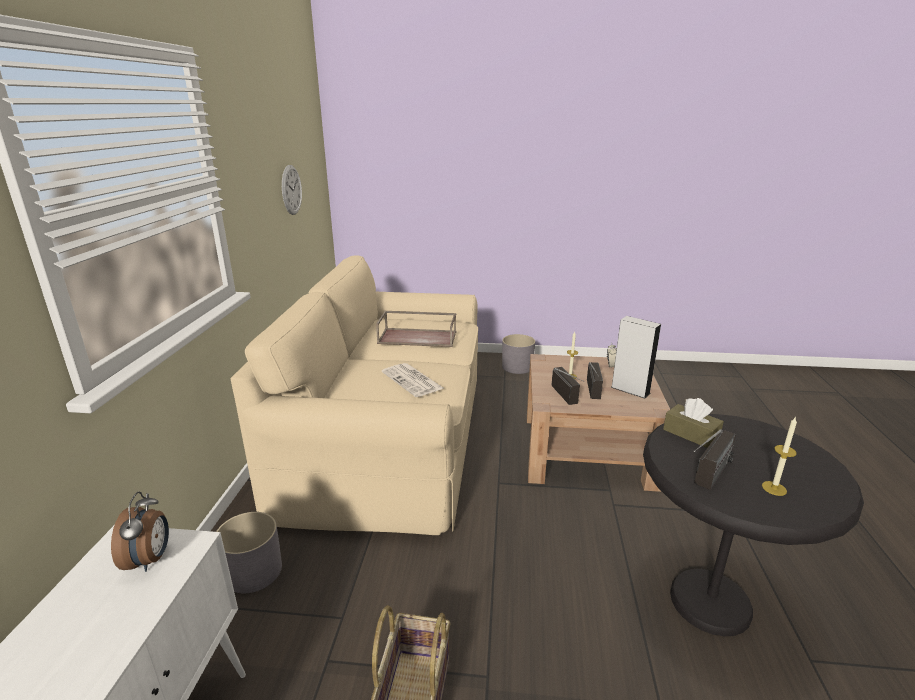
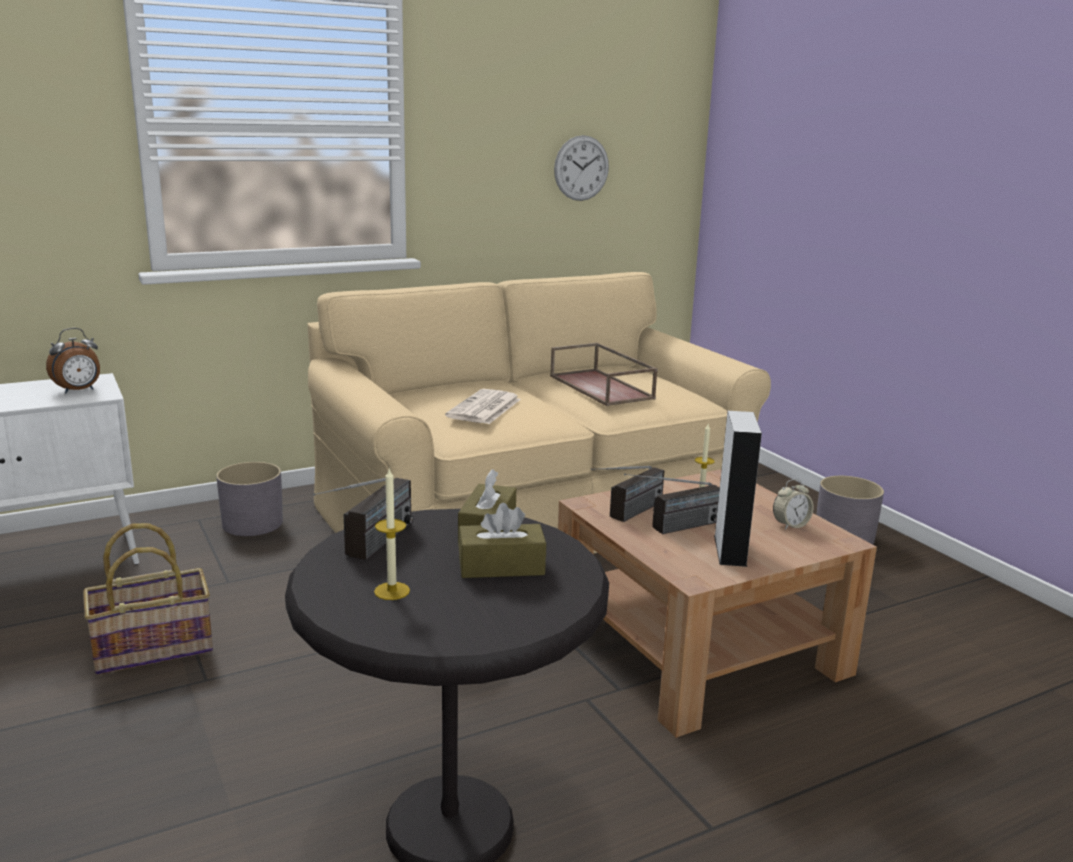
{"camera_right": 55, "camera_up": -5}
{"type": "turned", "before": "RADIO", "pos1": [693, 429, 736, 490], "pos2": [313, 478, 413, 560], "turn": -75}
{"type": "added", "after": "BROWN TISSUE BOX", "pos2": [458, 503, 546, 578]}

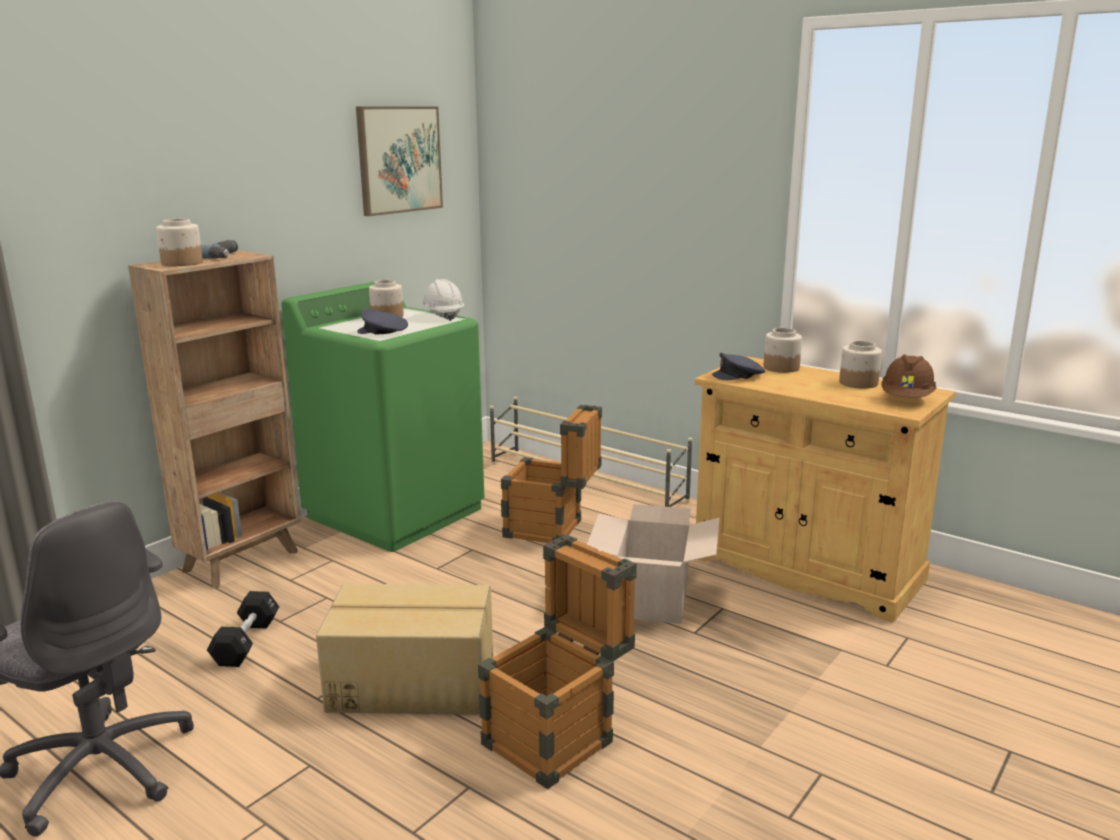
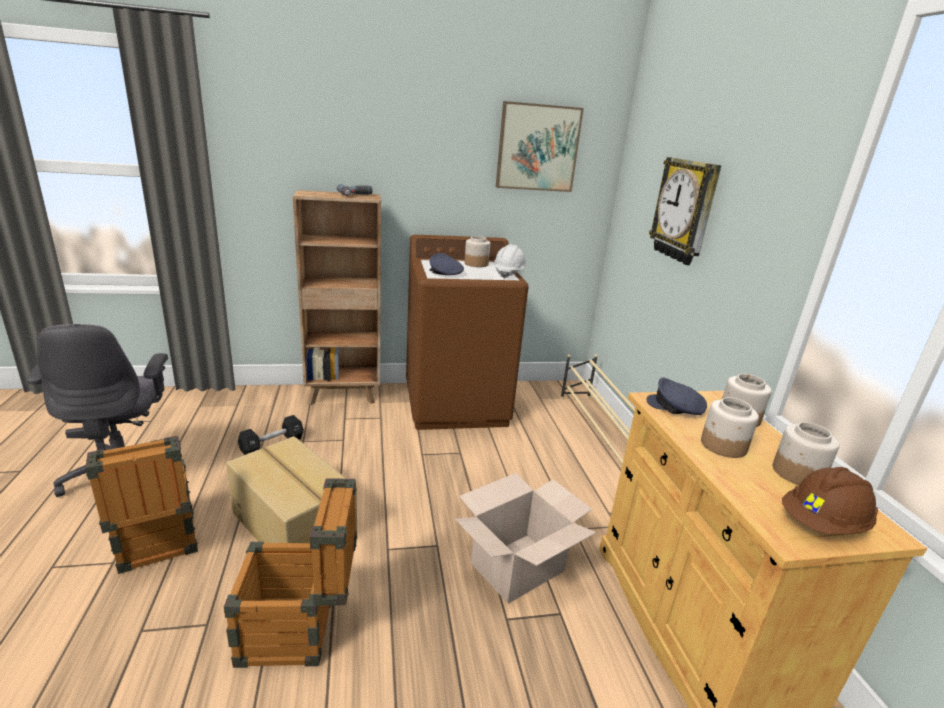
{"camera_right": 40, "camera_up": 5}
{"type": "moved", "before": "JAR", "pos1": [156, 219, 203, 266], "pos2": [701, 397, 759, 458]}
{"type": "recoloured", "before": "GREEN WASHING MACHINE", "after": "BROWN WASHING MACHINE", "pos1": [282, 281, 485, 552], "pos2": [406, 235, 529, 430]}
{"type": "moved", "before": "CRATE", "pos1": [501, 405, 602, 543], "pos2": [85, 436, 198, 574]}
{"type": "added", "after": "WALL CLOCK", "pos2": [649, 157, 721, 265]}

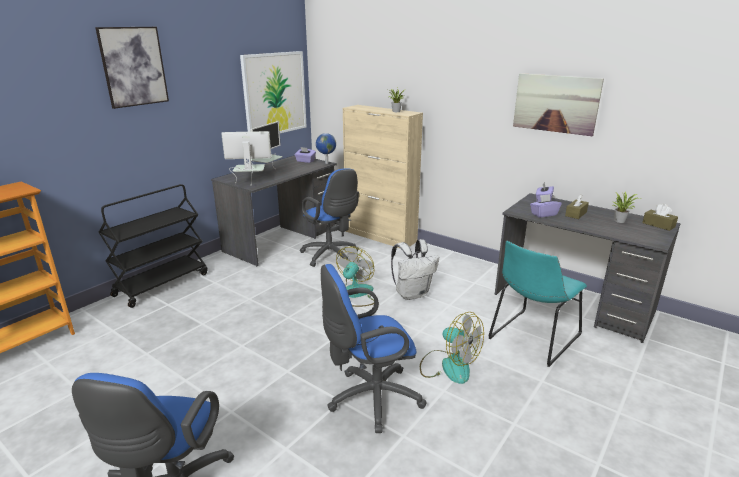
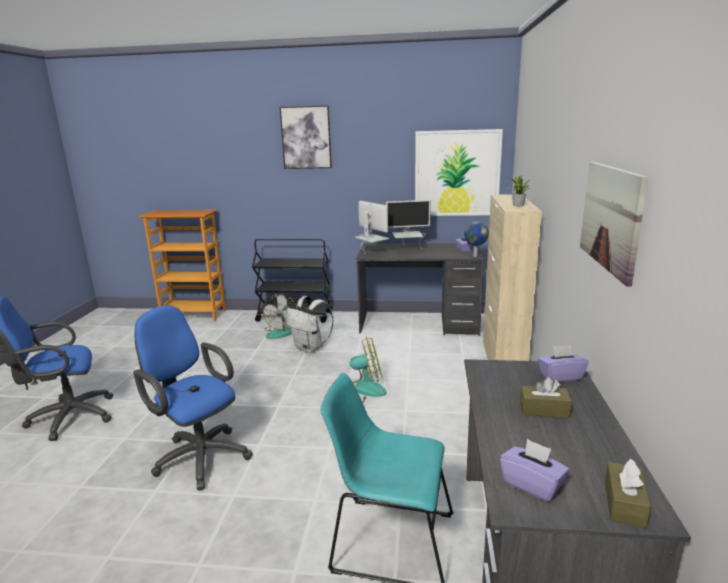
{"camera_right": 60, "camera_up": -5}
{"type": "removed", "before": "BLUE OFFICE CHAIR", "pos1": [300, 168, 359, 267]}
{"type": "moved", "before": "WHITE BACKPACK", "pos1": [391, 239, 439, 300], "pos2": [286, 296, 334, 353]}
{"type": "moved", "before": "FAN", "pos1": [420, 312, 484, 384], "pos2": [263, 294, 298, 339]}
{"type": "moved", "before": "PURPLE TISSUE BOX", "pos1": [530, 194, 561, 218], "pos2": [500, 439, 569, 502]}
{"type": "removed", "before": "POTTED PLANT", "pos1": [613, 192, 640, 223]}

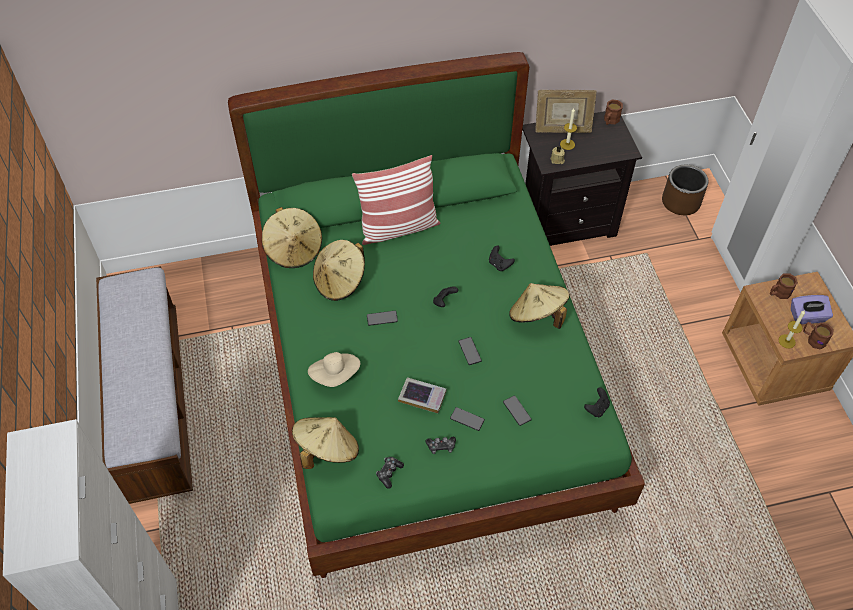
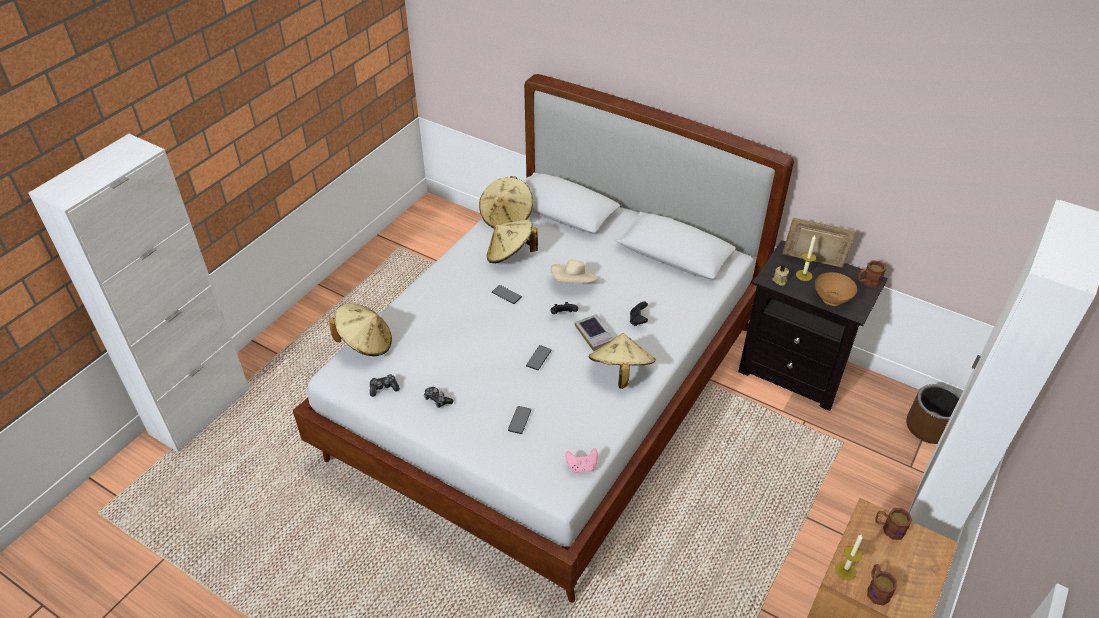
{"camera_right": 45, "camera_up": -10}
{"type": "removed", "before": "BENCH", "pos1": [96, 266, 193, 504]}
{"type": "recoloured", "before": "GREEN BED", "after": "WHITE BED", "pos1": [228, 52, 645, 578], "pos2": [293, 74, 794, 603]}
{"type": "moved", "before": "BEIGE HAT", "pos1": [308, 352, 360, 387], "pos2": [550, 260, 597, 283]}
{"type": "removed", "before": "PILLOW", "pos1": [352, 155, 440, 245]}
{"type": "moved", "before": "BOOK", "pos1": [398, 377, 447, 413], "pos2": [575, 314, 615, 351]}
{"type": "removed", "before": "PHONE", "pos1": [450, 407, 485, 431]}
{"type": "turned", "before": "PICTURE FRAME", "pos1": [535, 90, 597, 133], "pos2": [783, 218, 857, 268], "turn": 150}
{"type": "recoloured", "before": "BLACK GAME CONTROLLER", "after": "PINK GAME CONTROLLER", "pos1": [584, 387, 610, 417], "pos2": [565, 448, 598, 473]}
{"type": "removed", "before": "PURPLE TISSUE BOX", "pos1": [791, 295, 833, 324]}
{"type": "added", "after": "BROWN BOWL", "pos2": [815, 272, 857, 306]}

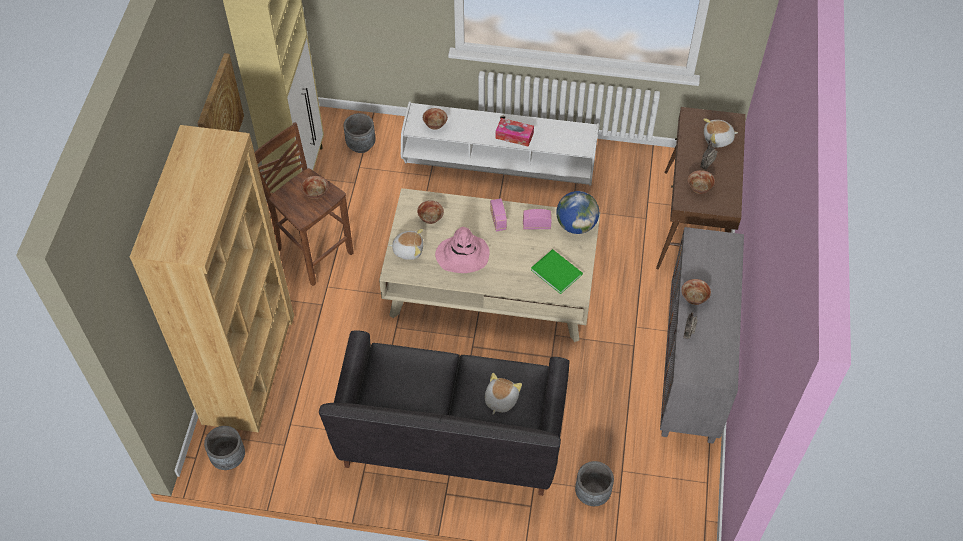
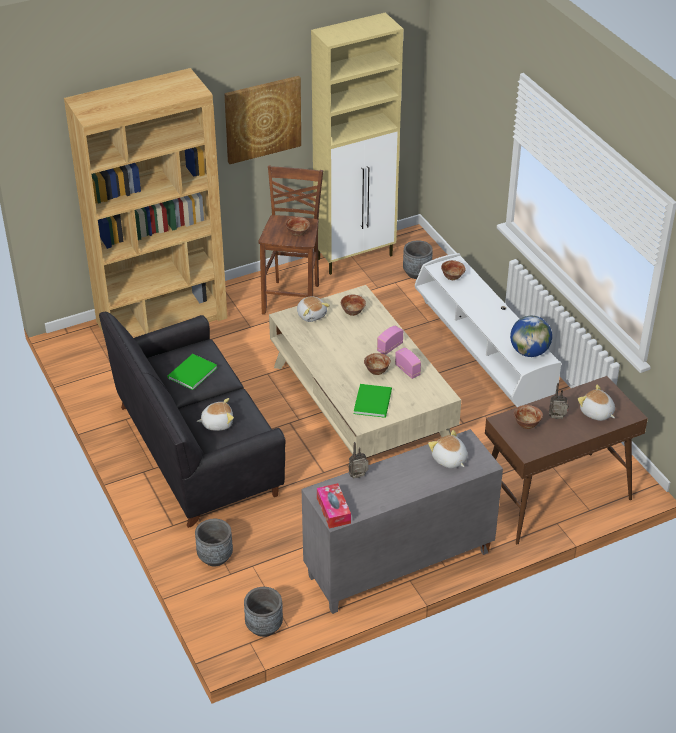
{"camera_right": 55, "camera_up": -15}
{"type": "moved", "before": "GREY PLANTER", "pos1": [204, 426, 245, 470], "pos2": [244, 587, 283, 637]}
{"type": "removed", "before": "PINK HAT", "pos1": [435, 227, 490, 273]}
{"type": "moved", "before": "TISSUE BOX", "pos1": [496, 118, 534, 147], "pos2": [317, 483, 351, 528]}
{"type": "moved", "before": "GLOBE", "pos1": [556, 191, 599, 234], "pos2": [510, 316, 552, 357]}
{"type": "moved", "before": "BOWL", "pos1": [681, 279, 711, 305], "pos2": [364, 353, 391, 375]}
{"type": "added", "after": "GREEN BOOK", "pos2": [167, 354, 217, 390]}
{"type": "added", "after": "PLUSH TOY", "pos2": [428, 430, 468, 468]}

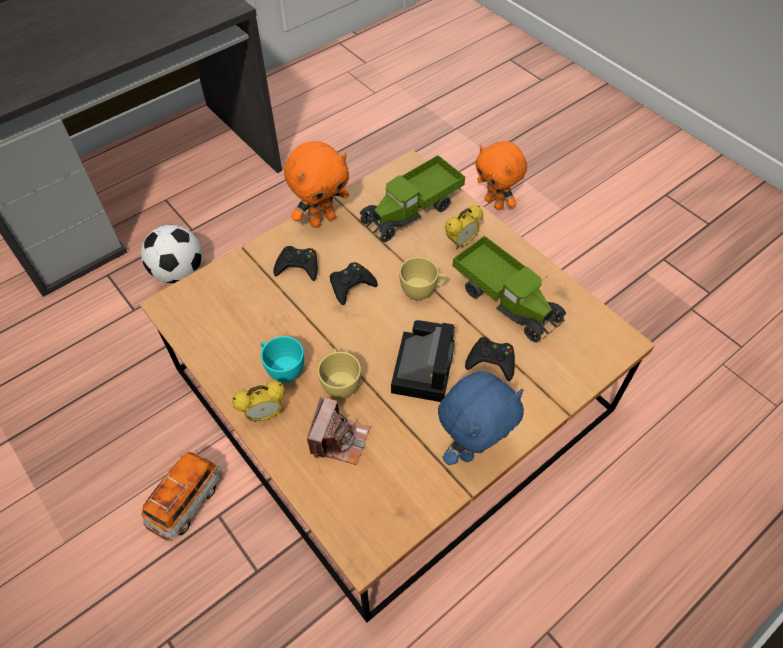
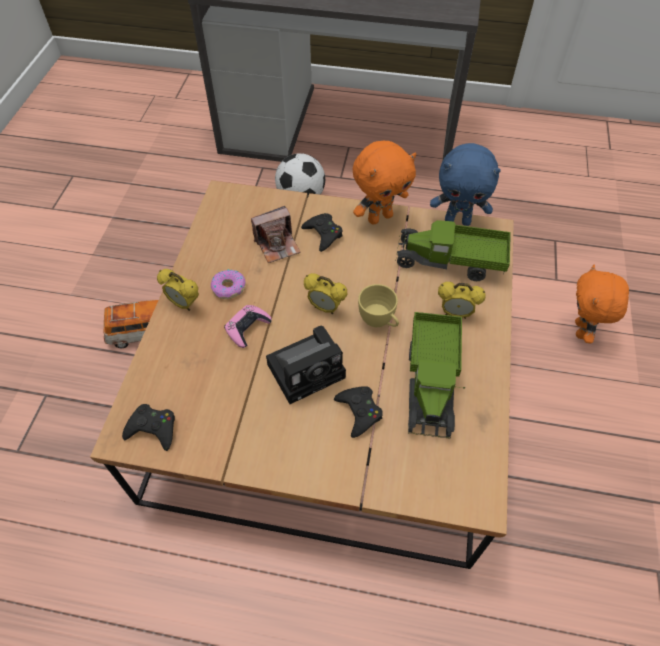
{"camera_right": 50, "camera_up": 0}
{"type": "replaced", "before": "TURQUOISE CUP", "after": "DONUT", "pos1": [261, 336, 304, 383], "pos2": [211, 269, 246, 299]}
{"type": "turned", "before": "ORANGE PLUSH TOY", "pos1": [284, 141, 349, 228], "pos2": [353, 141, 417, 225], "turn": -45}
{"type": "moved", "before": "PHOTO CAMERA", "pos1": [307, 397, 370, 465], "pos2": [251, 206, 300, 263]}
{"type": "replaced", "before": "YELLOW CUP", "after": "PINK GAME CONTROLLER", "pos1": [318, 349, 361, 399], "pos2": [224, 305, 272, 348]}
{"type": "moved", "before": "BLACK GAME CONTROLLER", "pos1": [330, 262, 378, 305], "pos2": [122, 404, 175, 451]}
{"type": "moved", "before": "BLUE PLUSH TOY", "pos1": [438, 371, 524, 465], "pos2": [430, 143, 501, 226]}
{"type": "added", "after": "ALARM CLOCK", "pos2": [304, 273, 347, 314]}

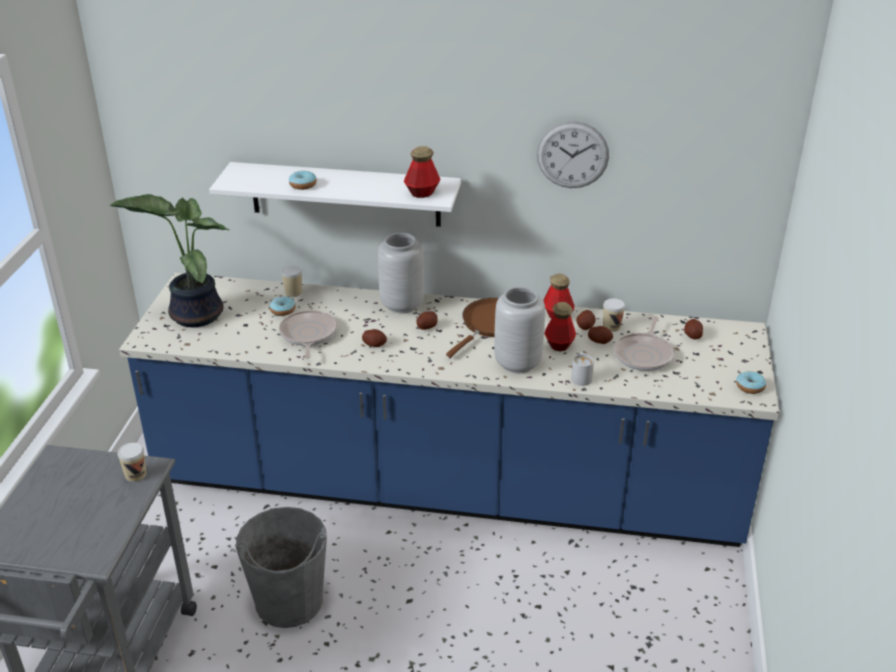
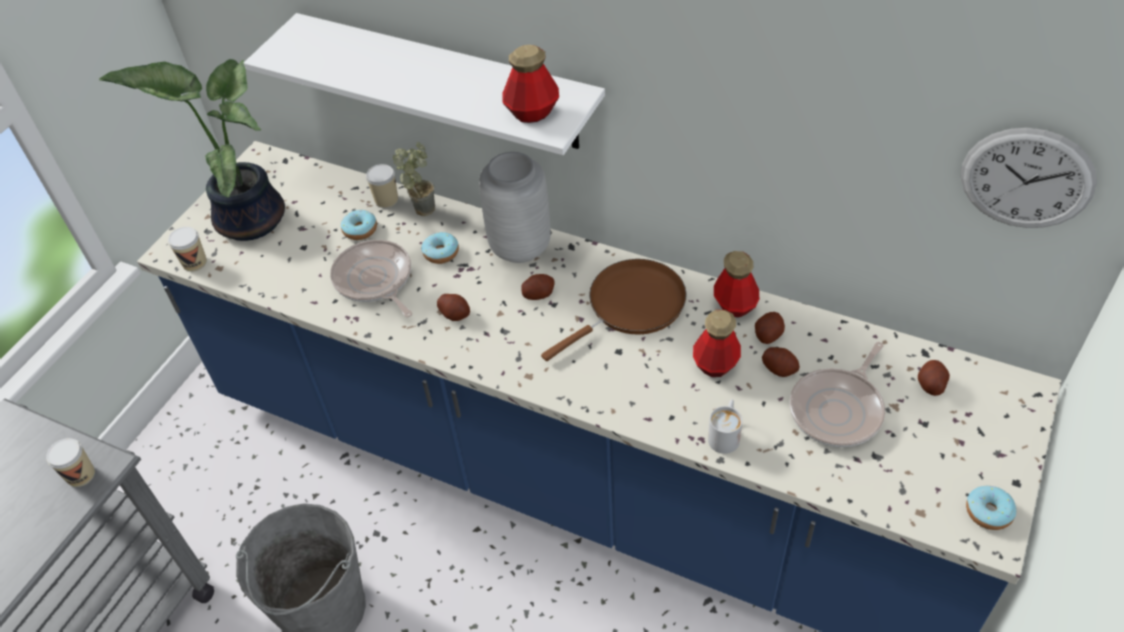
{"camera_right": 20, "camera_up": 15}
{"type": "turned", "before": "FRYING PAN", "pos1": [279, 310, 337, 359], "pos2": [330, 240, 412, 318], "turn": -45}
{"type": "moved", "before": "DONUT", "pos1": [289, 171, 317, 190], "pos2": [421, 232, 459, 264]}
{"type": "removed", "before": "GREY VASE", "pos1": [494, 287, 545, 373]}
{"type": "moved", "before": "WALL CLOCK", "pos1": [537, 121, 609, 188], "pos2": [961, 128, 1097, 228]}
{"type": "moved", "before": "CUP", "pos1": [603, 298, 625, 332], "pos2": [168, 227, 207, 272]}
{"type": "added", "after": "POTTED PLANT", "pos2": [393, 142, 435, 216]}

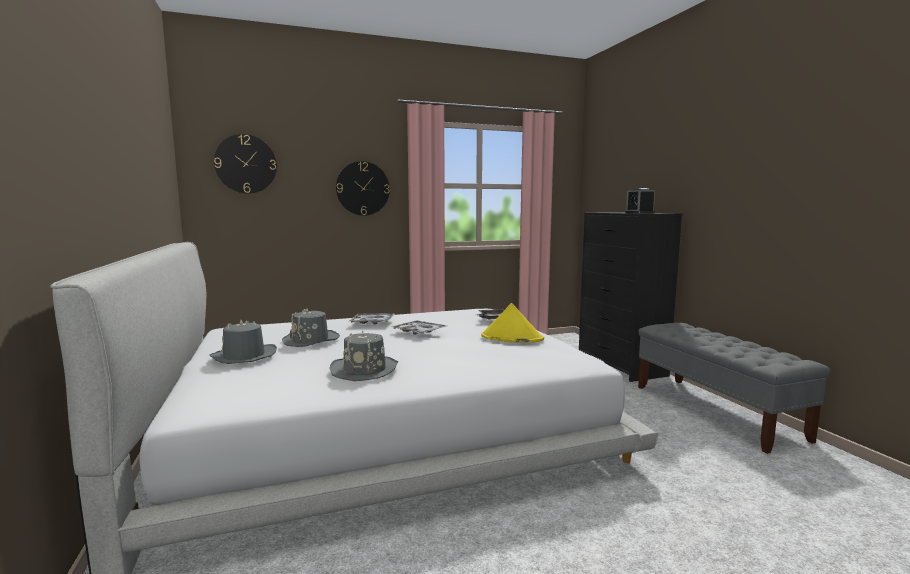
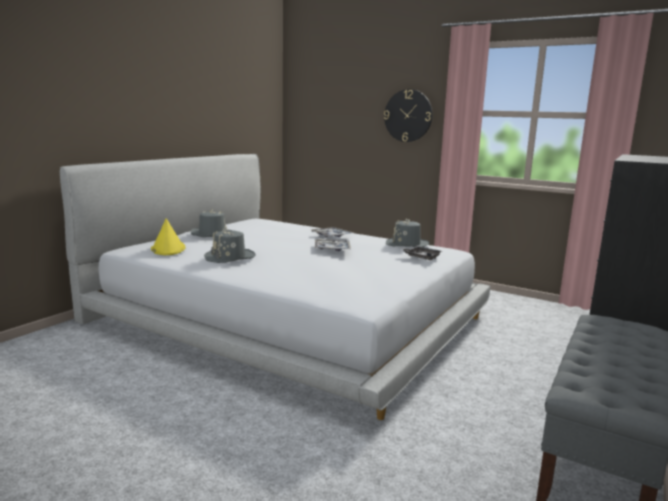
{"camera_right": 50, "camera_up": 5}
{"type": "removed", "before": "WALL CLOCK", "pos1": [214, 134, 277, 194]}
{"type": "moved", "before": "GREY HAT", "pos1": [282, 309, 340, 347], "pos2": [386, 218, 429, 247]}
{"type": "moved", "before": "YELLOW HAT", "pos1": [481, 303, 544, 343], "pos2": [151, 219, 185, 255]}
{"type": "removed", "before": "ALARM CLOCK", "pos1": [625, 188, 655, 213]}

